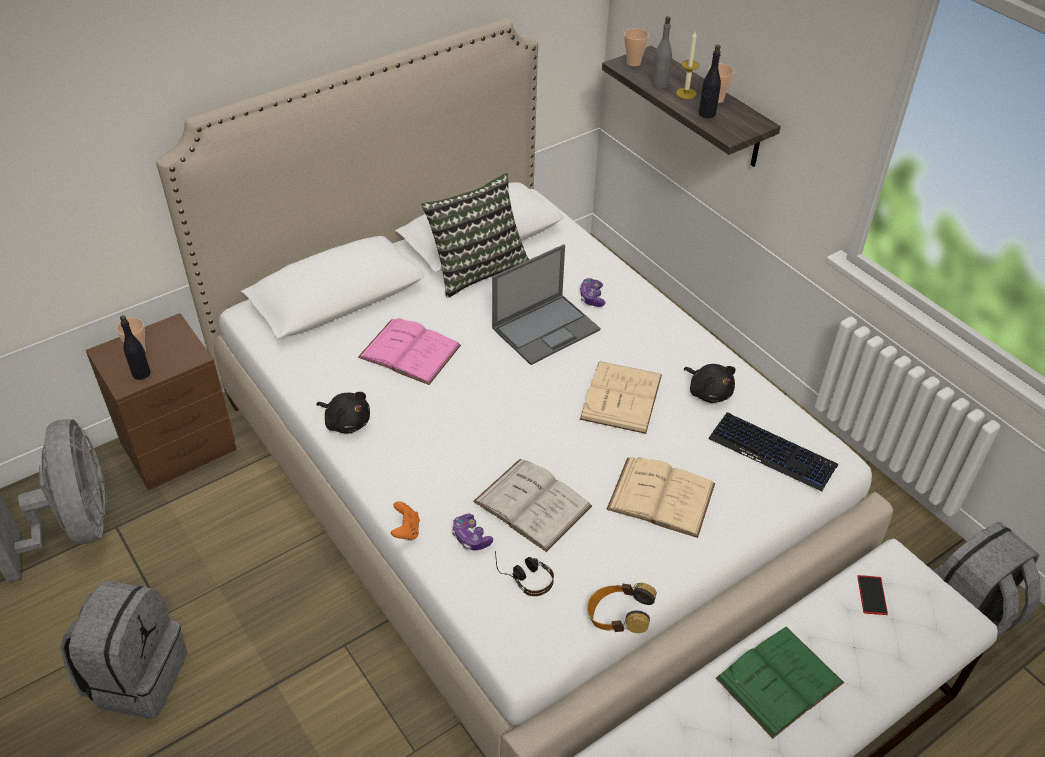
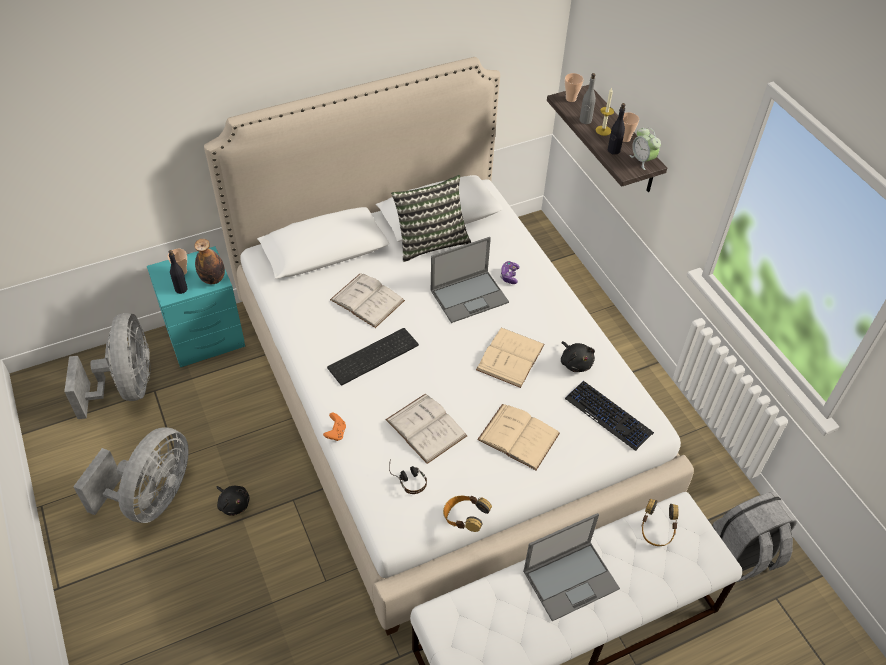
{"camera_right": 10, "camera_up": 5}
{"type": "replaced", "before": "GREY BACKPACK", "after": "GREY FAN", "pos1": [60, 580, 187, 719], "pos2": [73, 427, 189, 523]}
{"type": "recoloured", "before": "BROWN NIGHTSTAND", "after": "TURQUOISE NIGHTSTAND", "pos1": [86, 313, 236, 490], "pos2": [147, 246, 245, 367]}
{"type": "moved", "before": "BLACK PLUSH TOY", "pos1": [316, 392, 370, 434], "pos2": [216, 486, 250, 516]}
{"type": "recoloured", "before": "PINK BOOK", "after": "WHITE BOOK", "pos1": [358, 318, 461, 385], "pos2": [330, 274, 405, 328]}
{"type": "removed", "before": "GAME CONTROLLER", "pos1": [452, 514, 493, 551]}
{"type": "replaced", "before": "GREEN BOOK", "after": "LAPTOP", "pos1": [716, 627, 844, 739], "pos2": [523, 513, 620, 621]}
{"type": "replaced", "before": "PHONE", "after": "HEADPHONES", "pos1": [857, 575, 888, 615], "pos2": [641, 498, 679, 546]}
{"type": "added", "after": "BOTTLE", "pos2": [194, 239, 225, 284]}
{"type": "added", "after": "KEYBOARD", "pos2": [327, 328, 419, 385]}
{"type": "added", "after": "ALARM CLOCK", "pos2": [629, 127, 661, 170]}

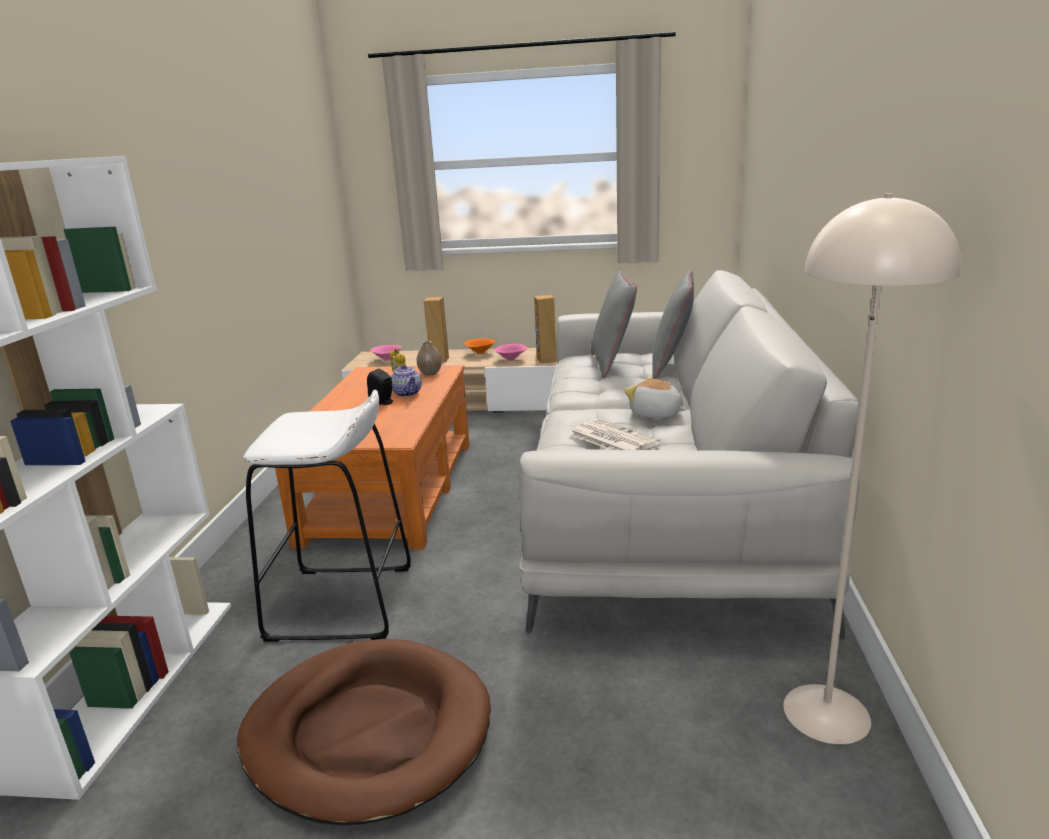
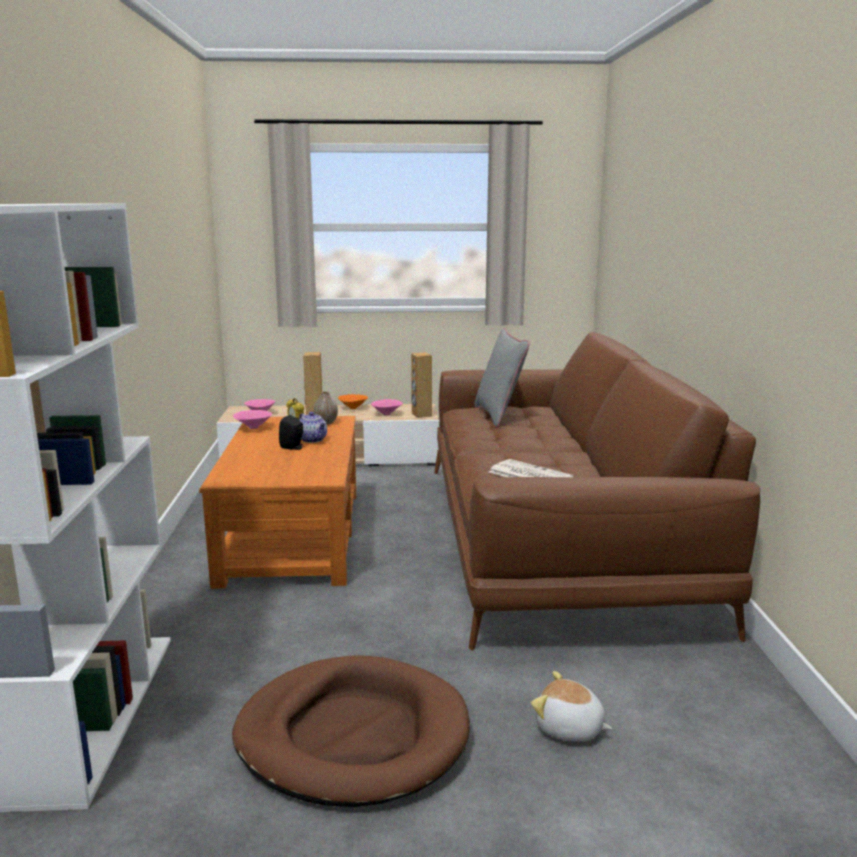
{"camera_right": -10, "camera_up": -5}
{"type": "removed", "before": "WHITE STOOL", "pos1": [242, 390, 411, 642]}
{"type": "recoloured", "before": "WHITE SOFA", "after": "BROWN SOFA", "pos1": [519, 270, 859, 640], "pos2": [434, 332, 760, 650]}
{"type": "moved", "before": "PLUSH TOY", "pos1": [624, 376, 687, 419], "pos2": [531, 671, 613, 742]}
{"type": "removed", "before": "GREY PILLOW", "pos1": [652, 268, 694, 379]}
{"type": "removed", "before": "BEIGE FLOOR LAMP", "pos1": [783, 193, 961, 744]}
{"type": "added", "after": "PINK BOWL", "pos2": [233, 410, 272, 429]}

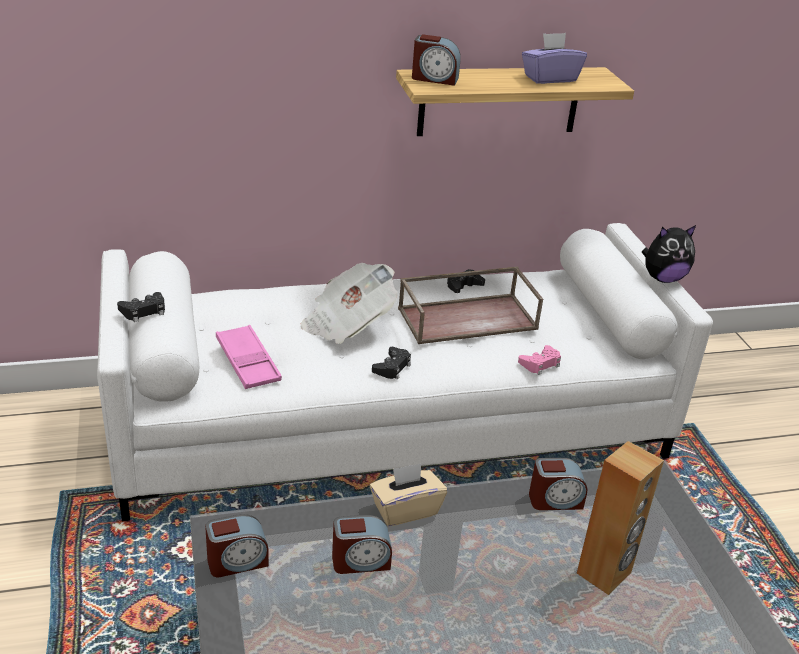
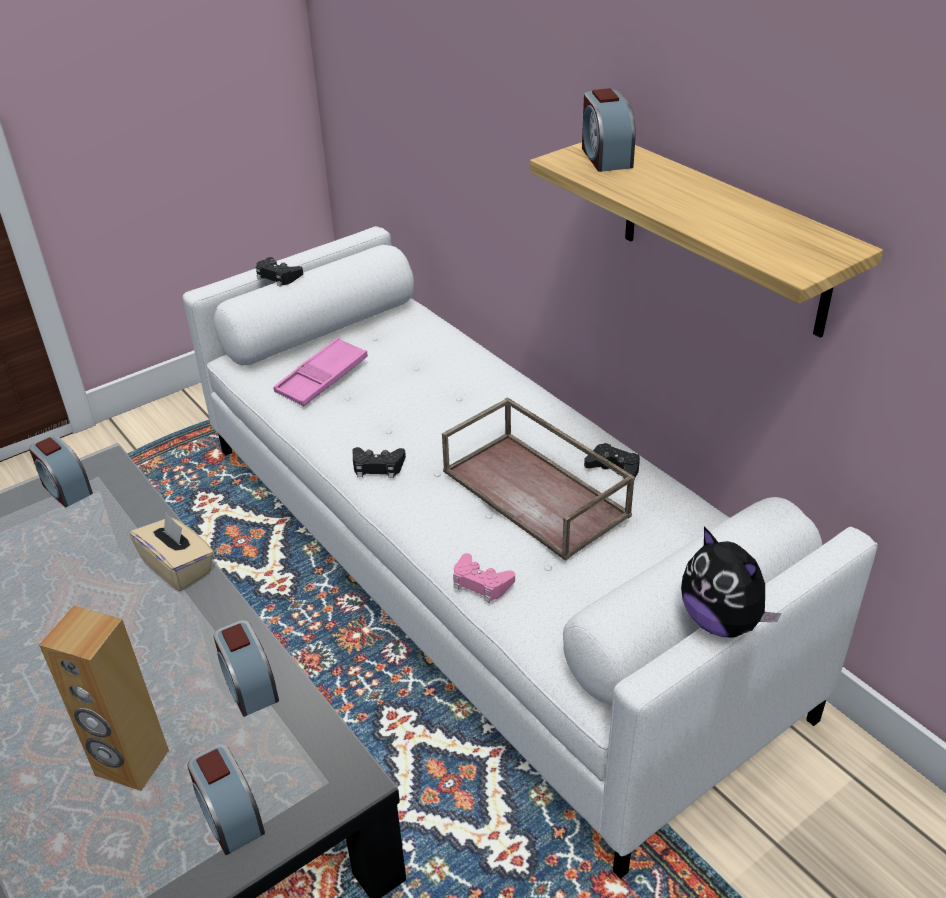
{"camera_right": 70, "camera_up": 5}
{"type": "removed", "before": "NEWSPAPER", "pos1": [301, 263, 397, 344]}
{"type": "moved", "before": "ALARM CLOCK", "pos1": [332, 515, 392, 574], "pos2": [188, 744, 265, 855]}
{"type": "removed", "before": "PURPLE TISSUE BOX", "pos1": [522, 33, 587, 84]}

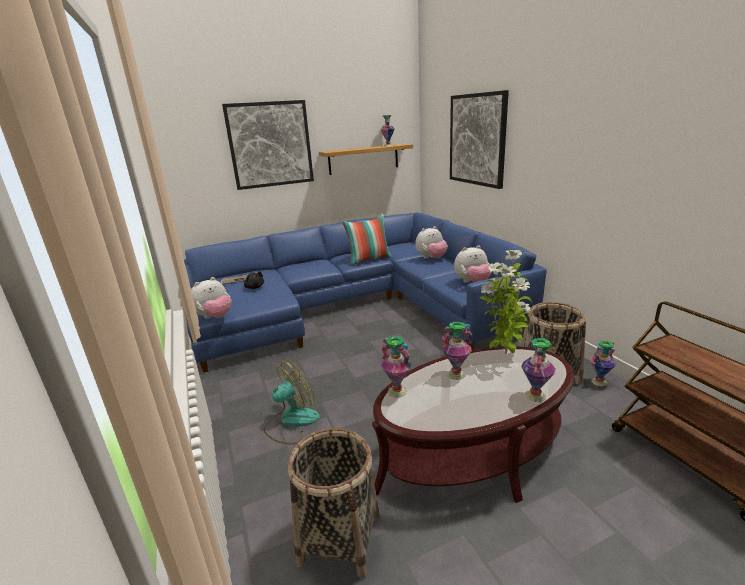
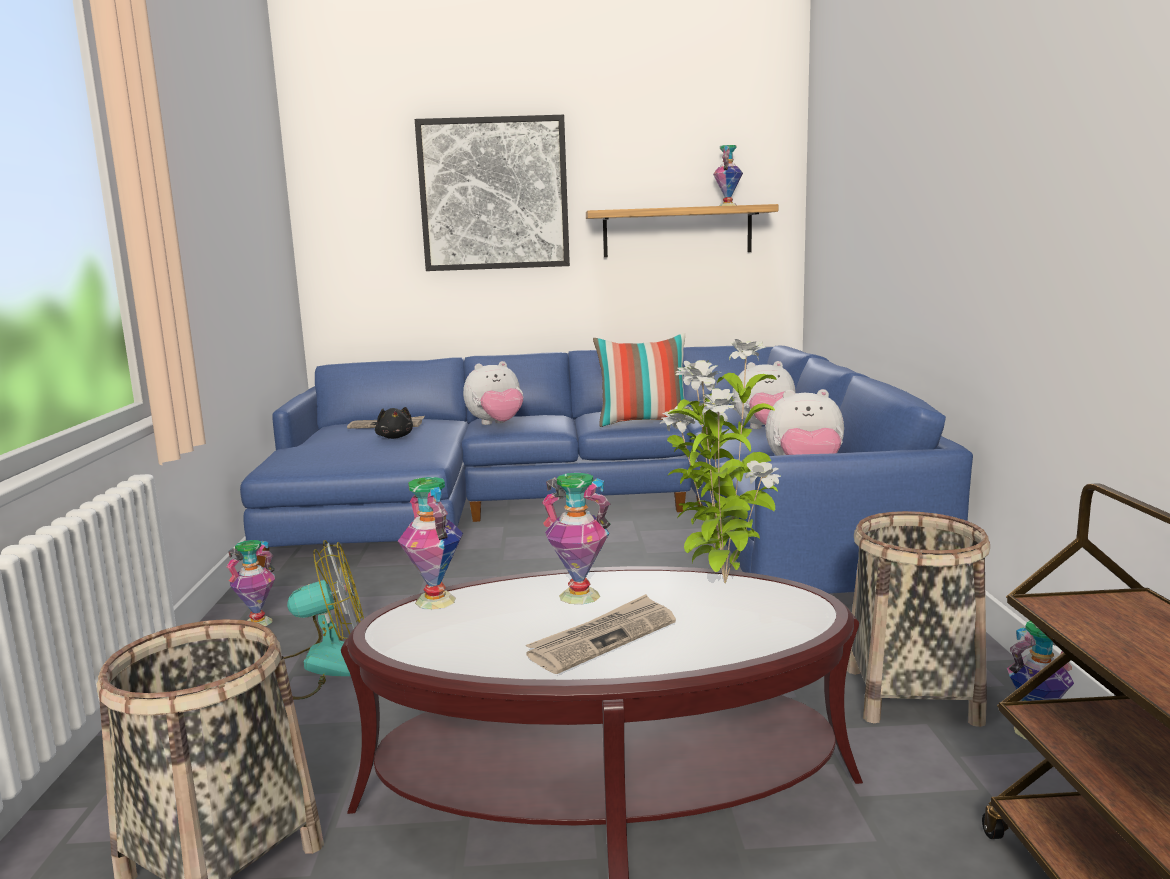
{"camera_right": 20, "camera_up": -10}
{"type": "moved", "before": "PLUSH TOY", "pos1": [191, 277, 232, 319], "pos2": [463, 361, 523, 425]}
{"type": "removed", "before": "PICTURE", "pos1": [450, 90, 509, 189]}
{"type": "moved", "before": "VASE", "pos1": [521, 338, 556, 402], "pos2": [227, 540, 275, 626]}
{"type": "added", "after": "NEWSPAPER", "pos2": [526, 594, 676, 674]}

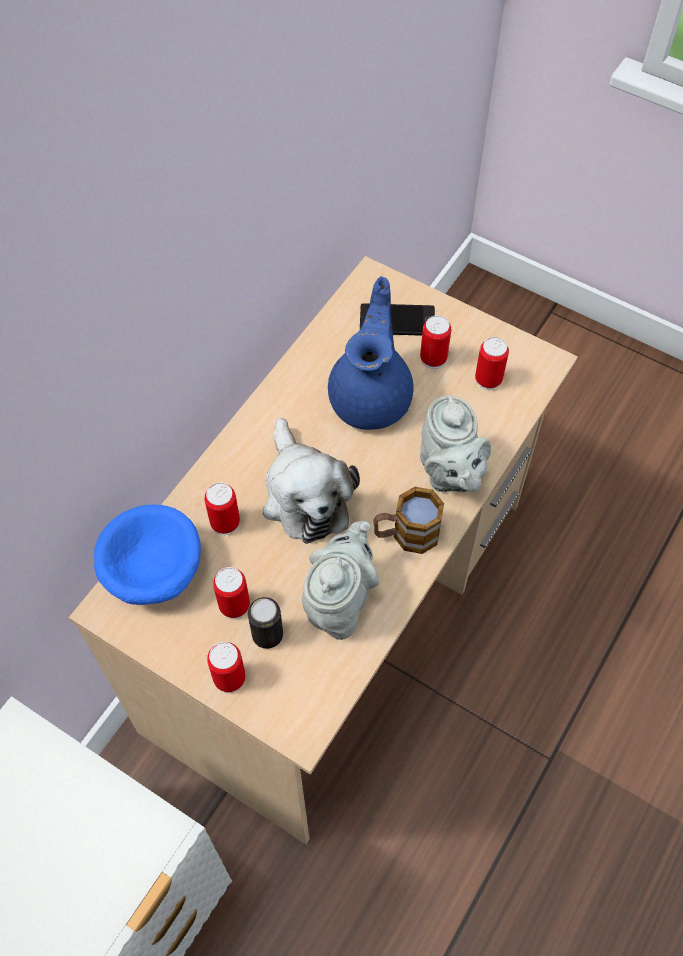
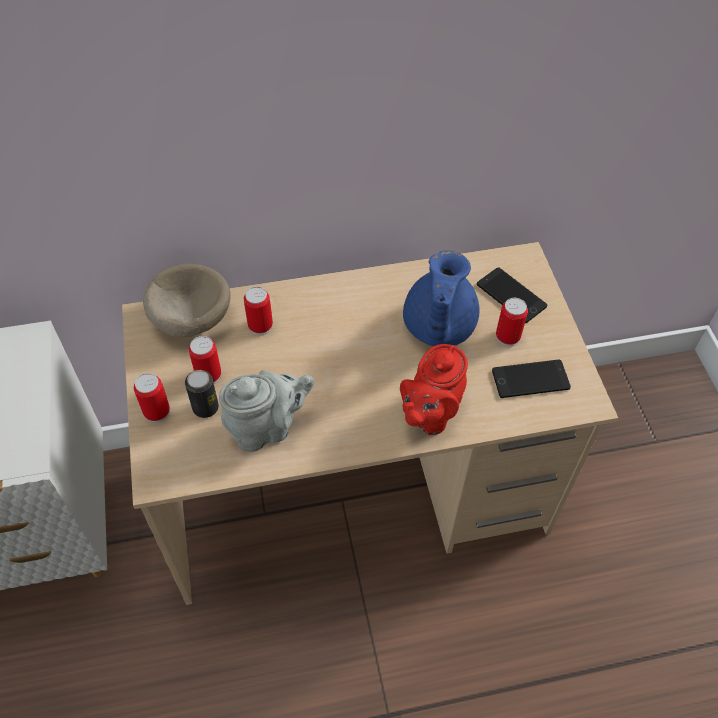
{"camera_right": 45, "camera_up": -5}
{"type": "recoloured", "before": "BLUE BOWL", "after": "BEIGE BOWL", "pos1": [94, 505, 201, 605], "pos2": [143, 264, 231, 337]}
{"type": "removed", "before": "PLUSH TOY", "pos1": [263, 418, 360, 544]}
{"type": "turned", "before": "BLUE TEAPOT", "pos1": [328, 276, 414, 430], "pos2": [403, 250, 480, 346], "turn": 135}
{"type": "removed", "before": "MUG", "pos1": [373, 487, 444, 554]}
{"type": "recoloured", "before": "GREY TEAPOT", "after": "RED TEAPOT", "pos1": [420, 395, 491, 492], "pos2": [400, 344, 468, 435]}
{"type": "replaced", "before": "CAN", "after": "PHONE", "pos1": [475, 337, 509, 390], "pos2": [492, 360, 571, 398]}

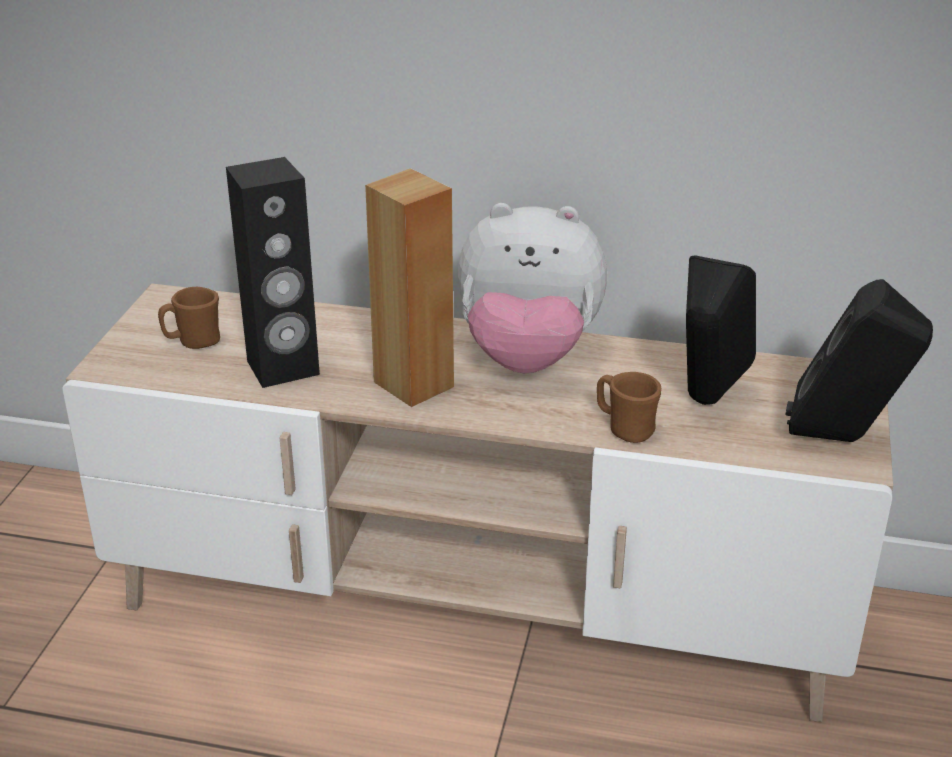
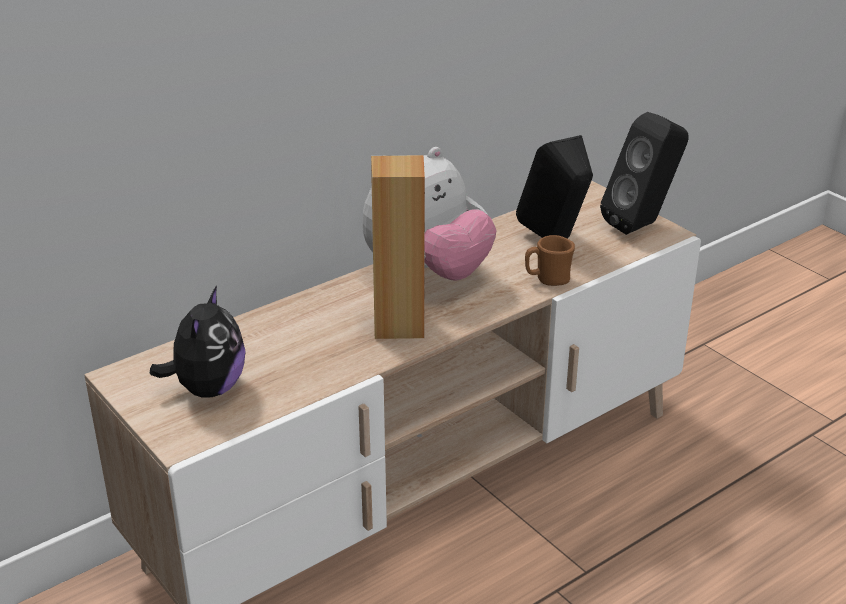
{"camera_right": -50, "camera_up": 0}
{"type": "replaced", "before": "BROWN MUG", "after": "PLUSH TOY", "pos1": [158, 287, 220, 349], "pos2": [149, 285, 246, 398]}
{"type": "removed", "before": "BLACK SPEAKER", "pos1": [226, 157, 320, 388]}

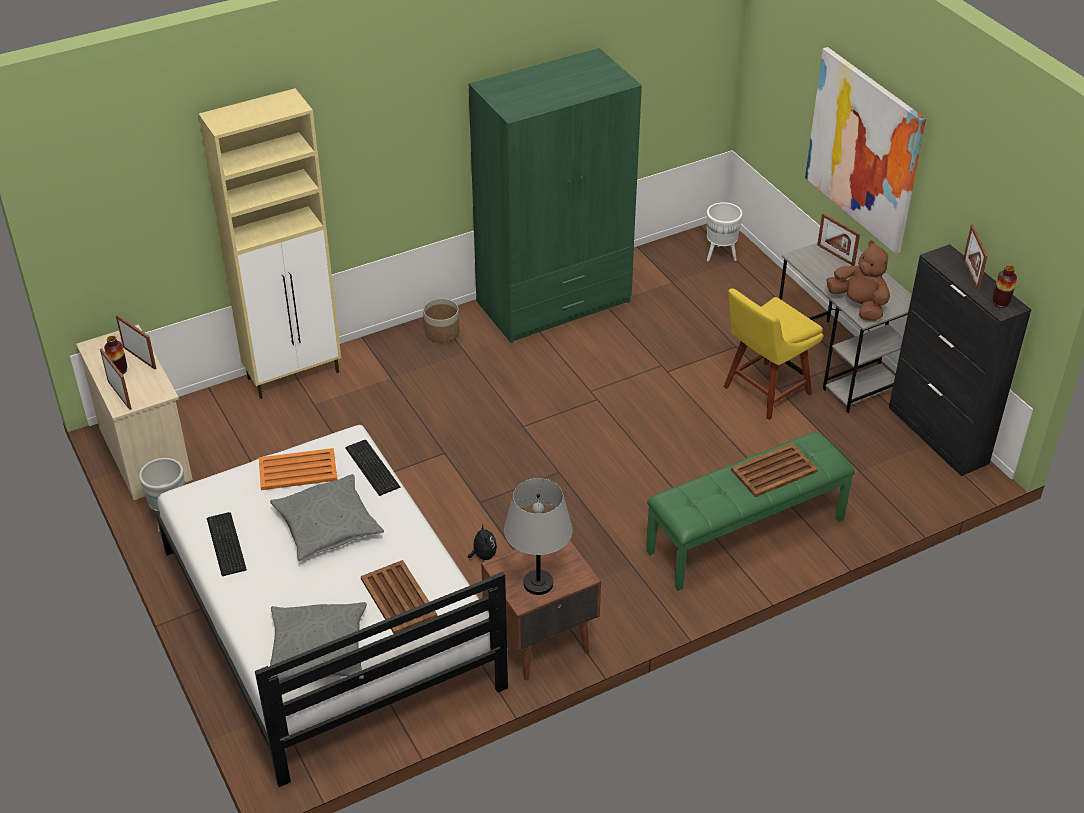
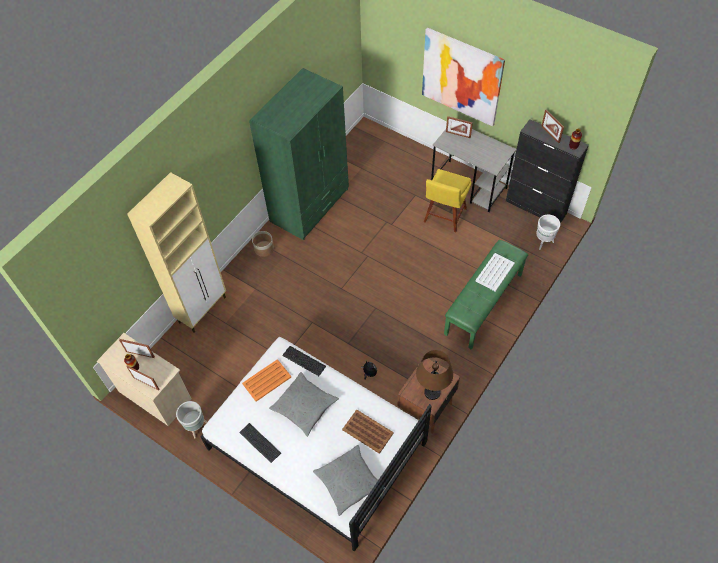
{"camera_right": -25, "camera_up": 15}
{"type": "recoloured", "before": "GREY TABLE LAMP", "after": "BROWN TABLE LAMP", "pos1": [504, 478, 573, 595], "pos2": [416, 350, 453, 400]}
{"type": "moved", "before": "WHITE PLANTER", "pos1": [707, 202, 743, 262], "pos2": [536, 215, 560, 250]}
{"type": "recoloured", "before": "BROWN TRAY", "after": "WHITE TRAY", "pos1": [731, 443, 818, 497], "pos2": [476, 253, 515, 292]}
{"type": "removed", "before": "BROWN PLUSH TOY", "pos1": [827, 240, 890, 321]}

